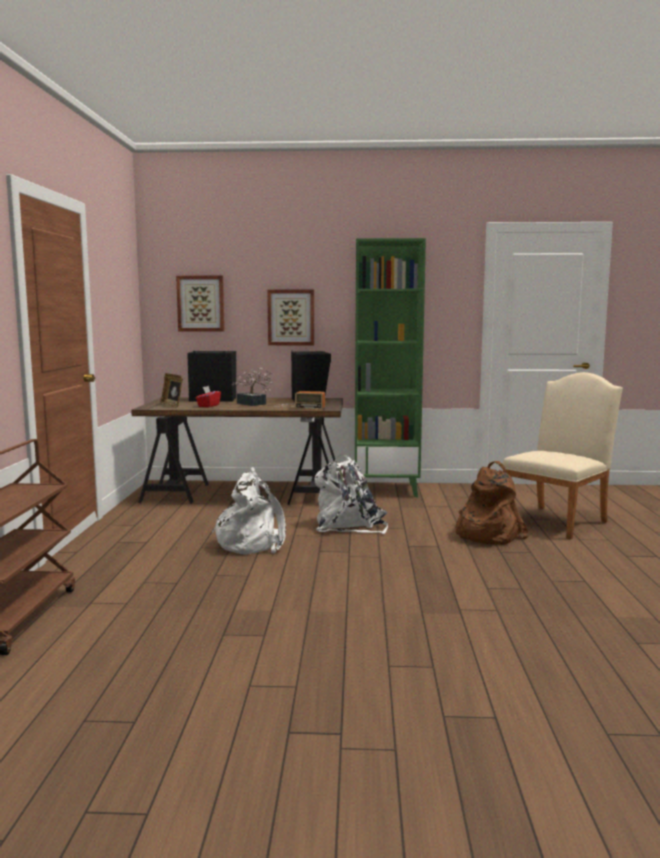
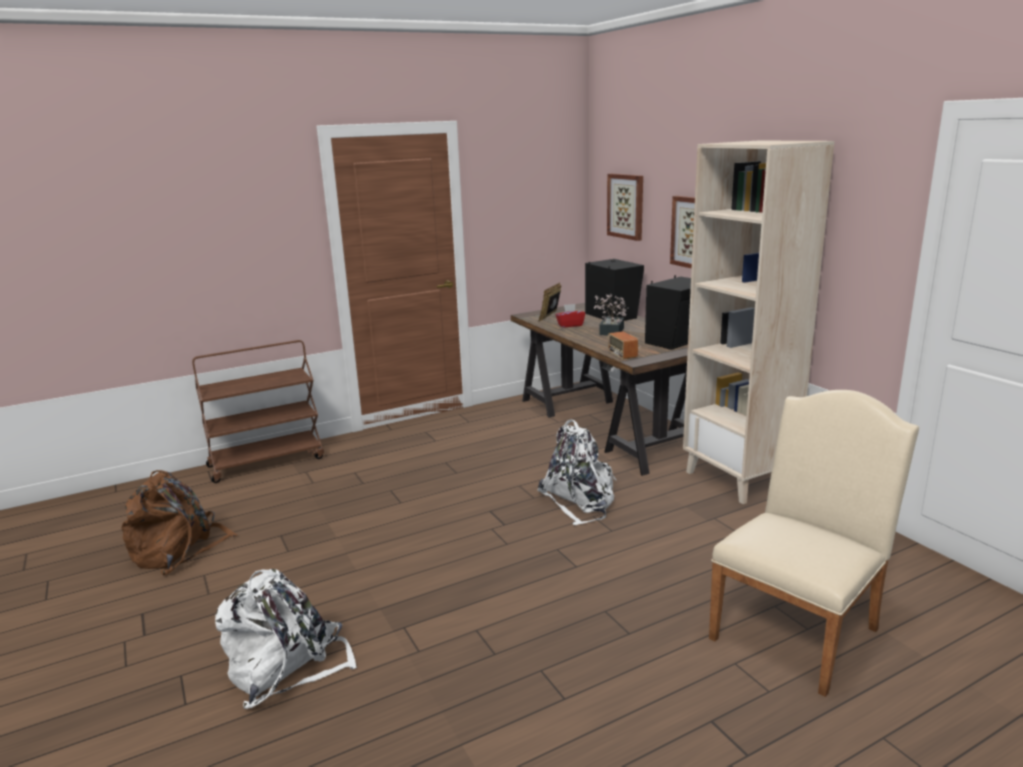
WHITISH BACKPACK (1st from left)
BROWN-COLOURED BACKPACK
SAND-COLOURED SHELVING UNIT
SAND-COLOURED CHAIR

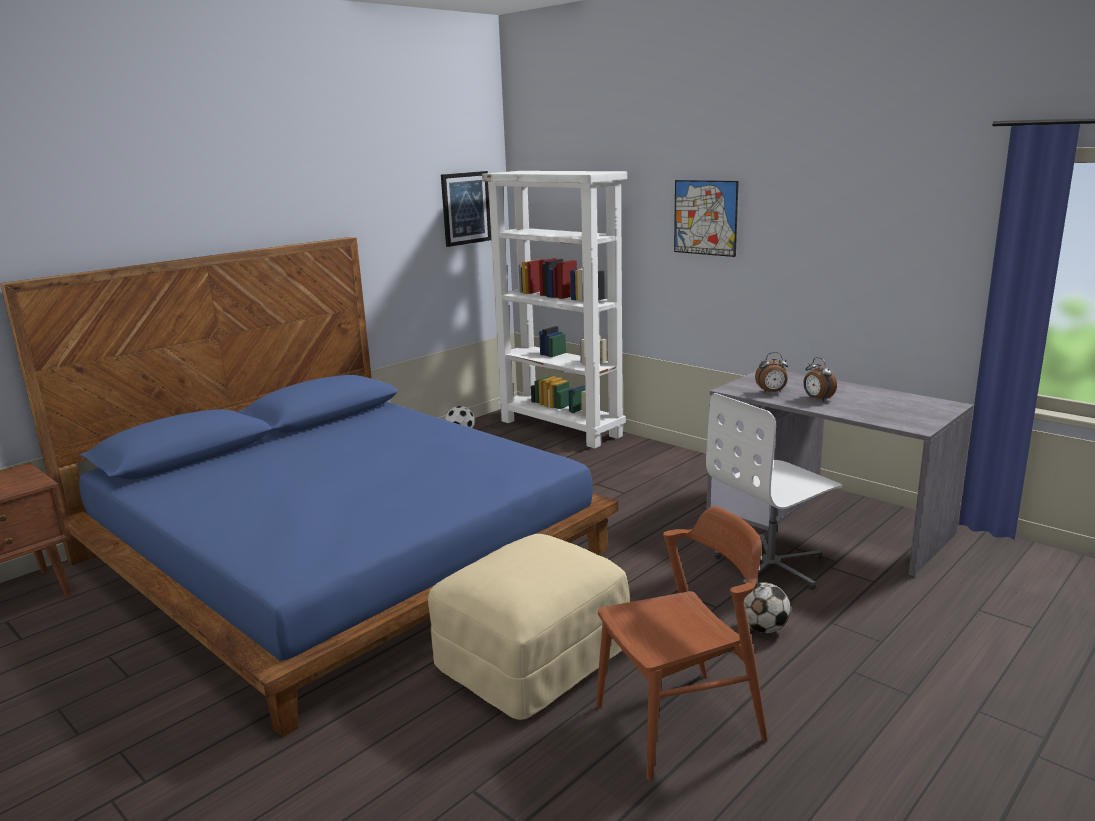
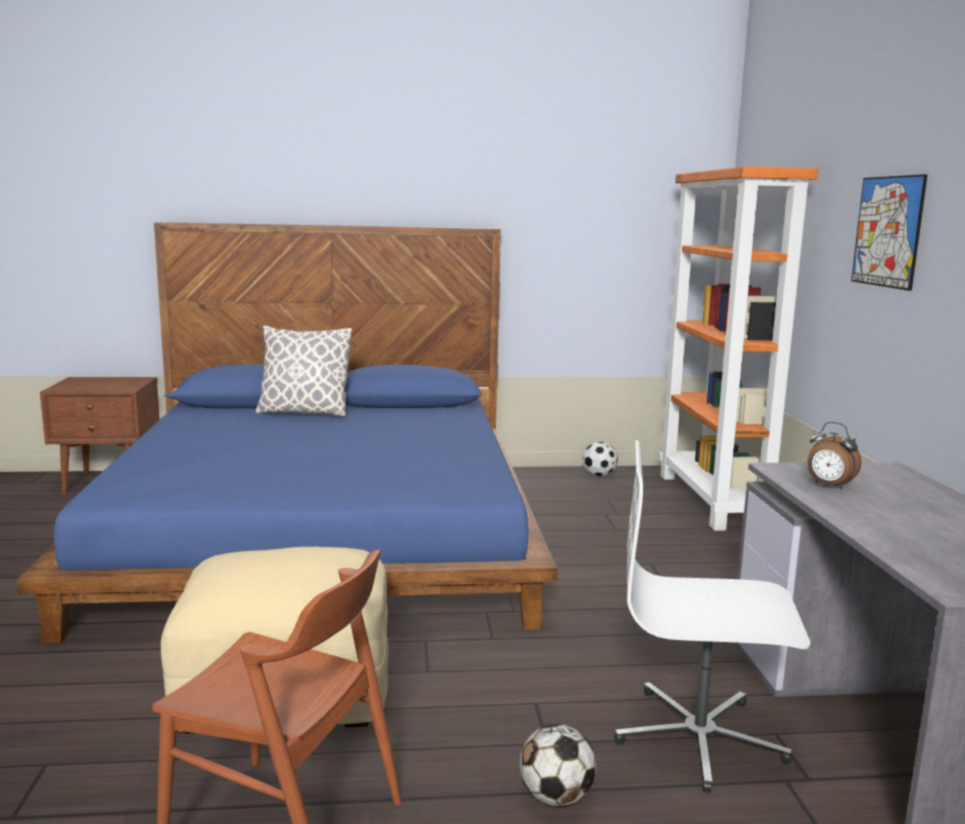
PICTURE (1st from left in the first image)
ALARM CLOCK (2nd from left in the first image)
CUSHION
ORANGEY SHELVING UNIT

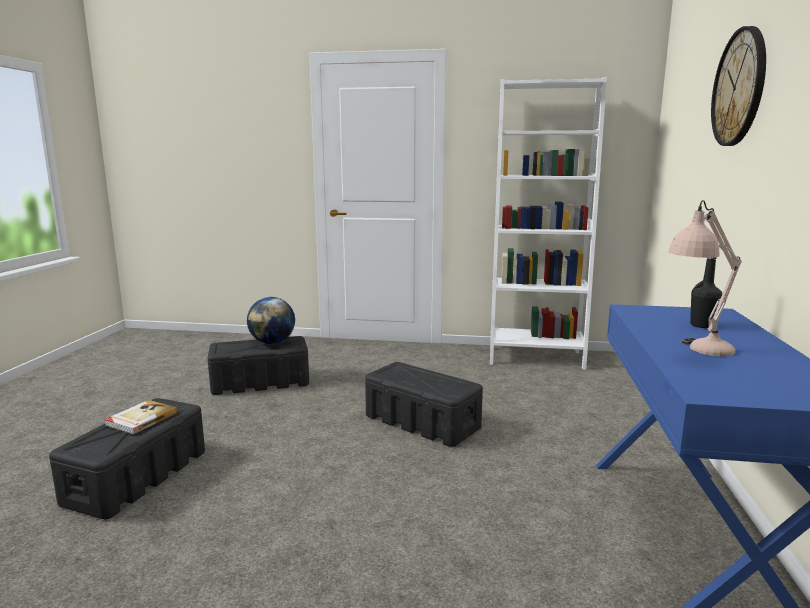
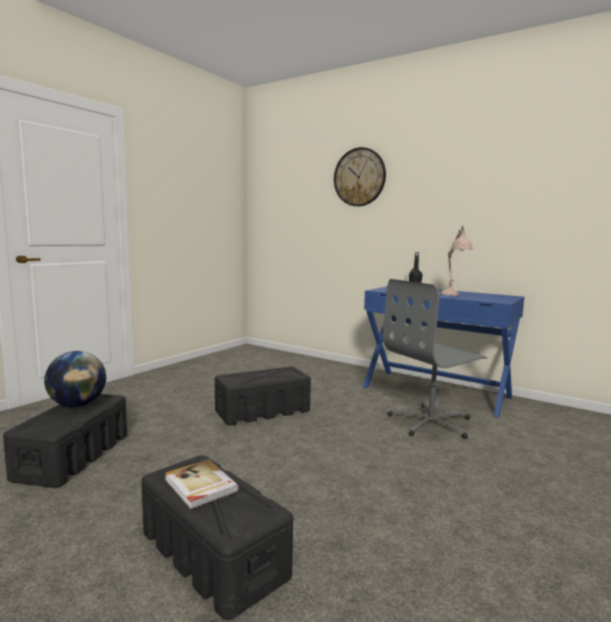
WHITISH SHELVING UNIT
GREYISH COMPUTER CHAIR

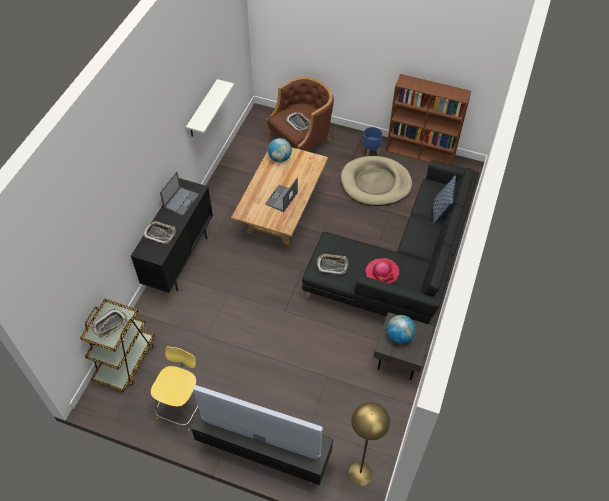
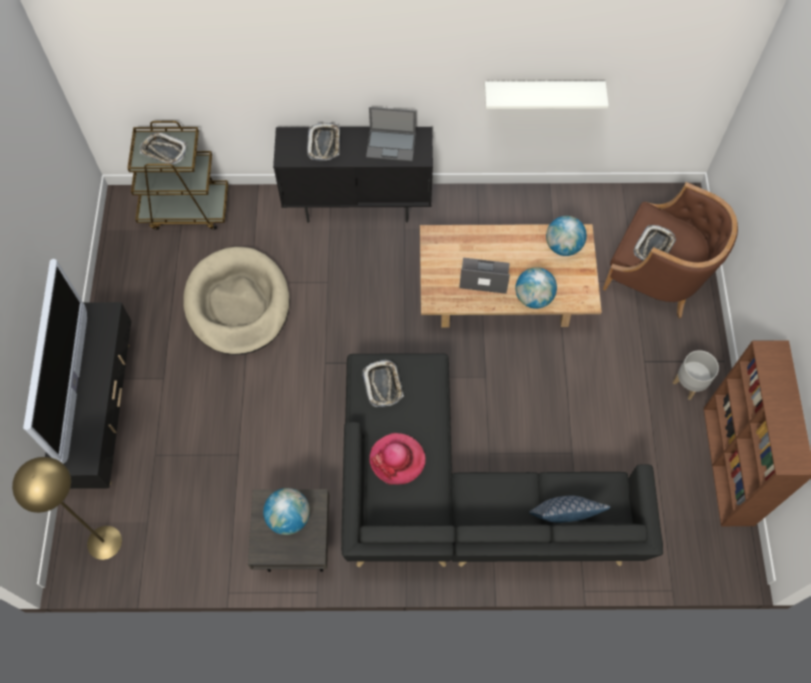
YELLOWISH STOOL
WORLD GLOBE (2nd from left)
SAND-COLOURED DOG CUSHION
GREYISH PLANTER

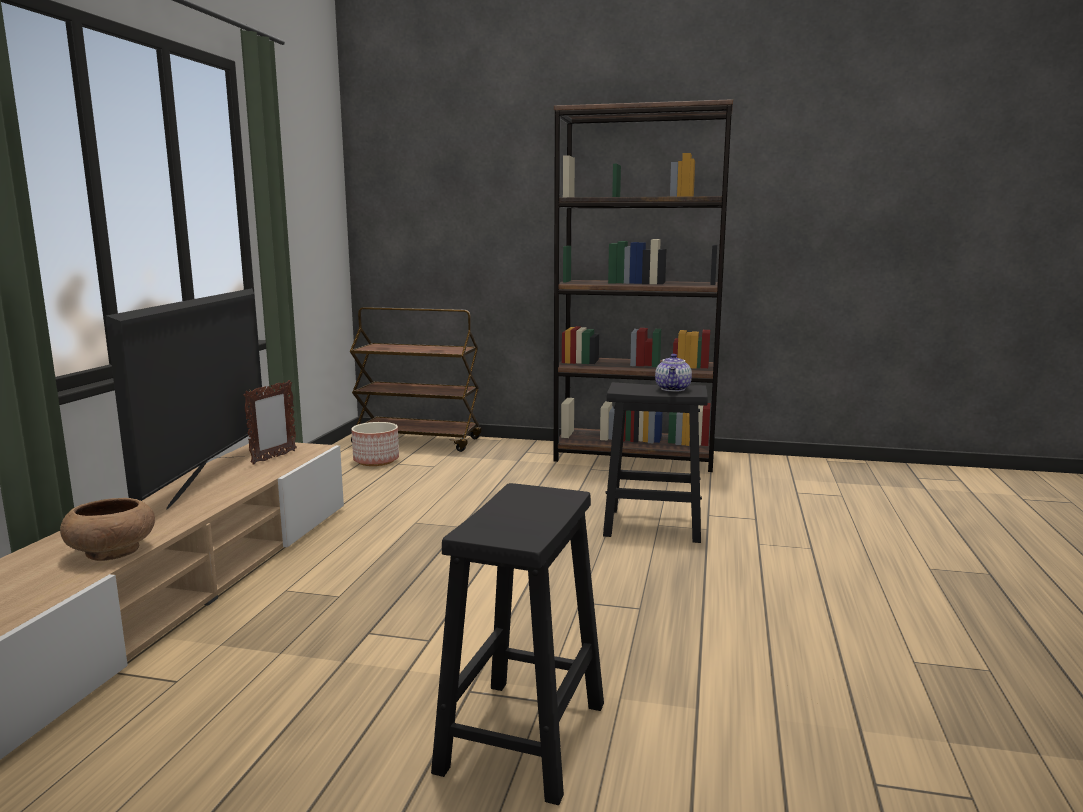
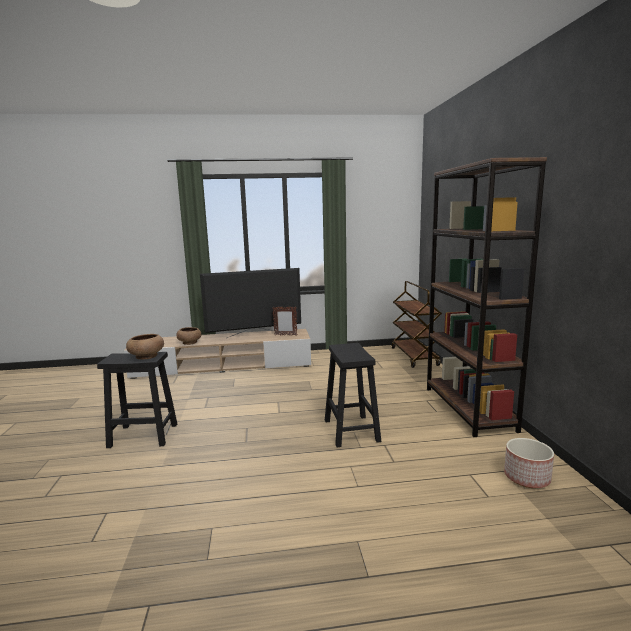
POT FOR TEA
BROWN-COLOURED BOWL (1st from left)
PLANTER

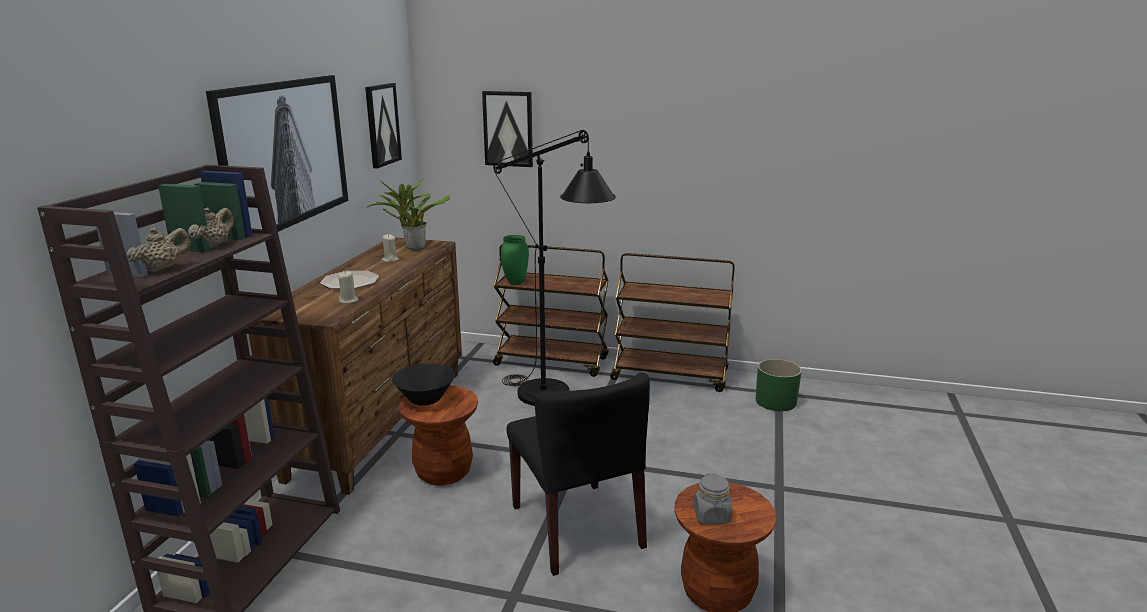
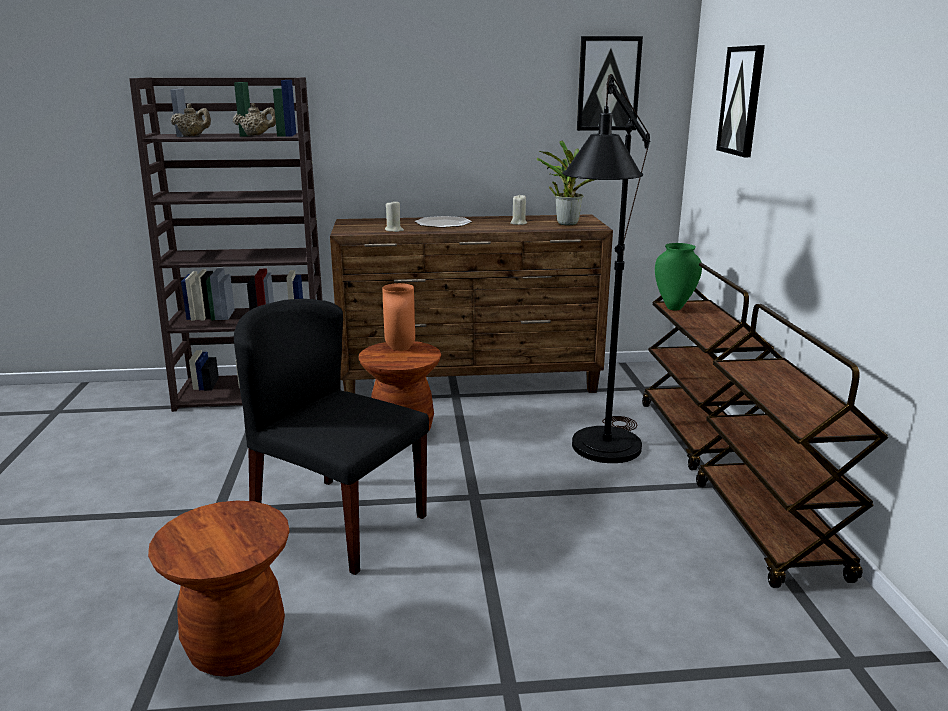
PICTURE (1st from left in the first image)
GREYISH PRESERVE JAR
GREEN PLANTER
ORANGEY DECORATIVE VASE
BLACK-COLOURED CHAIR

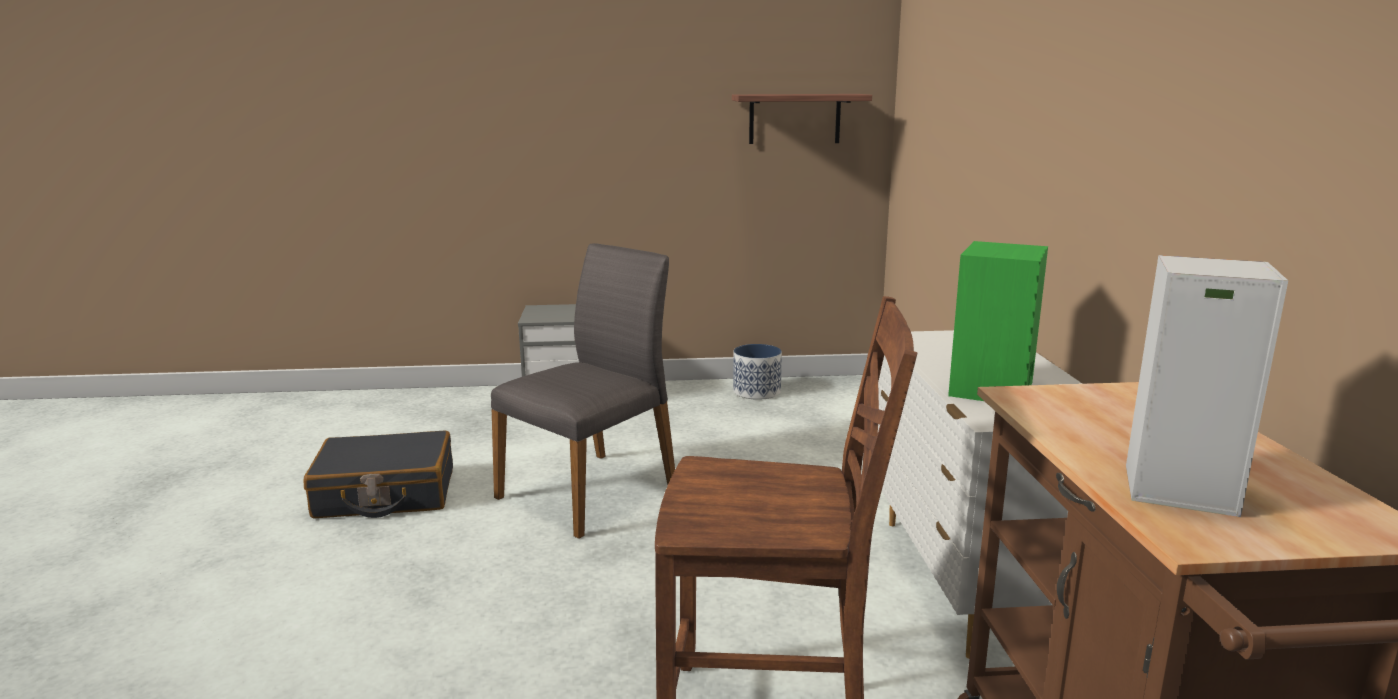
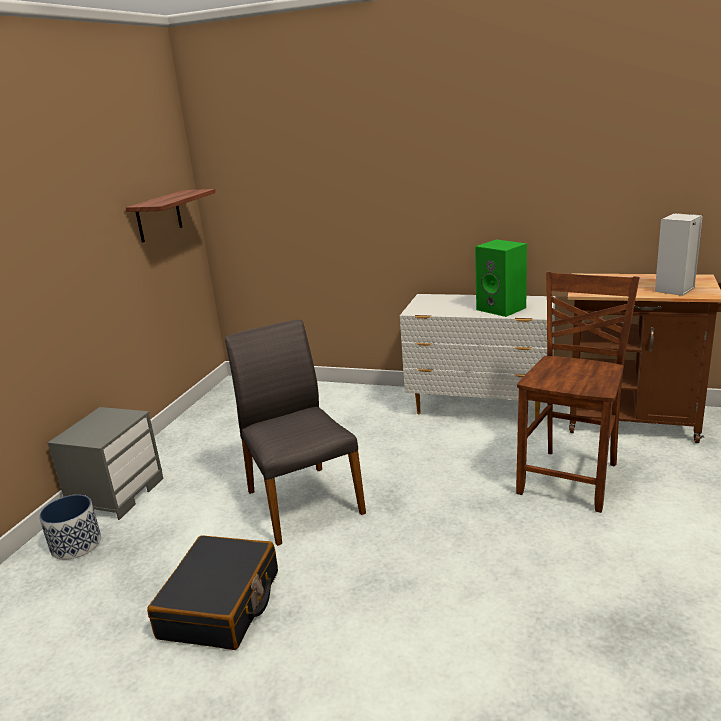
PLANTER

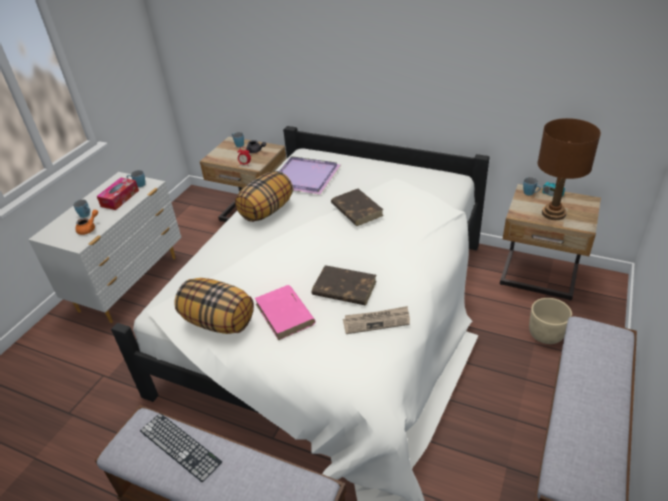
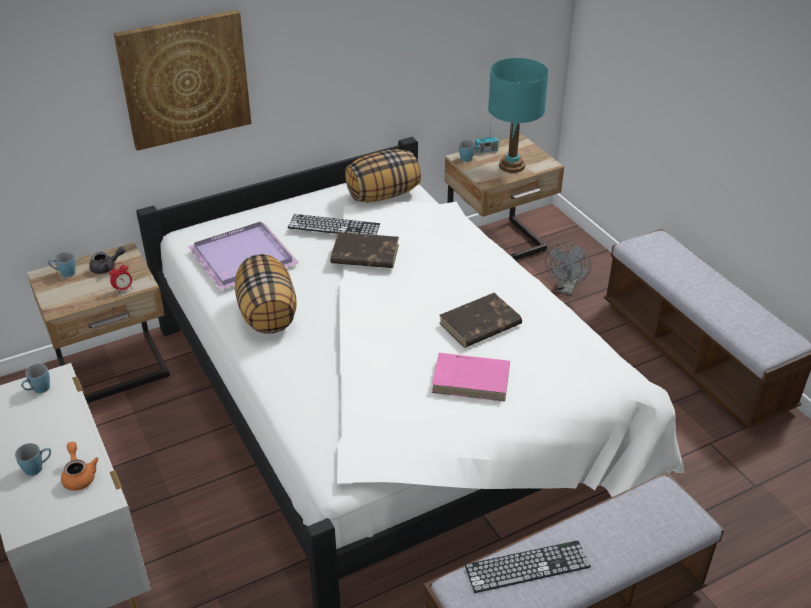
TISSUE HOLDER
PRINTED PAPER
PICTURE
KEYBOARD (1st from left)
CUSHION (2nd from left)
GREYISH FAN
BLUE-GREEN TABLETOP LAMP

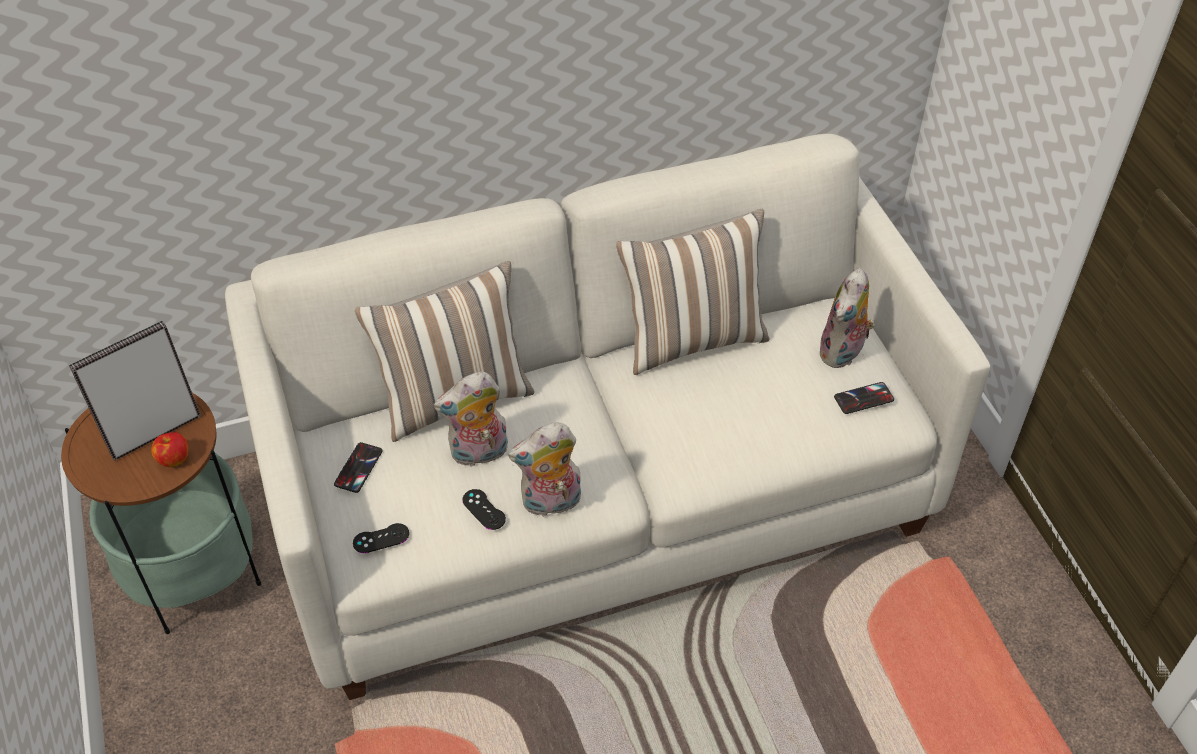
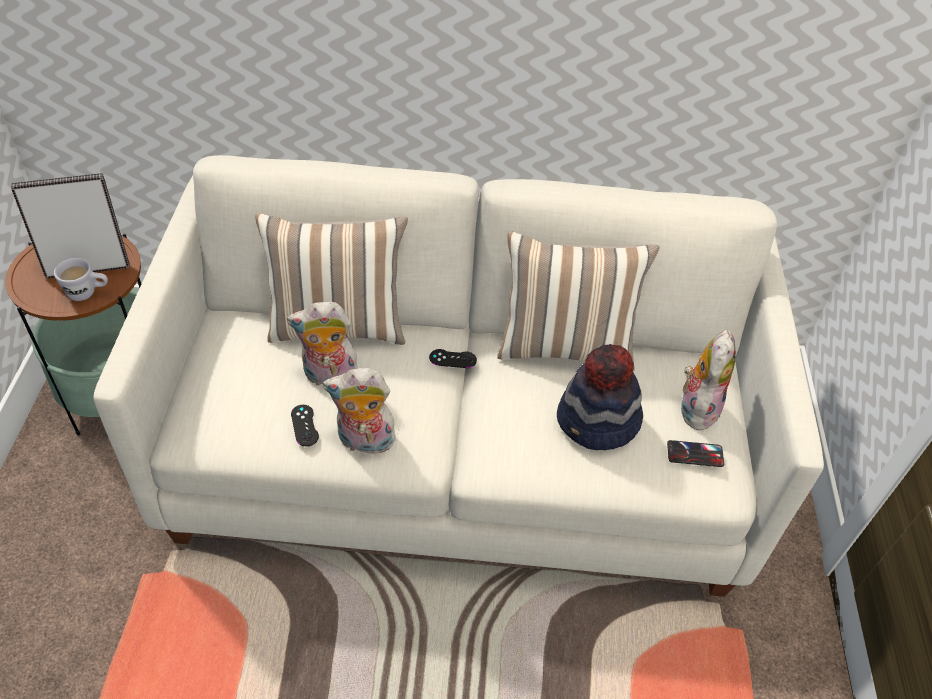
PHONE (1st from left in the first image)
CLOTHING HAT
BLACK-COLOURED JOYPAD (2nd from left)
WHITISH TEA MUG
PLUSH TOY (3rd from left)

